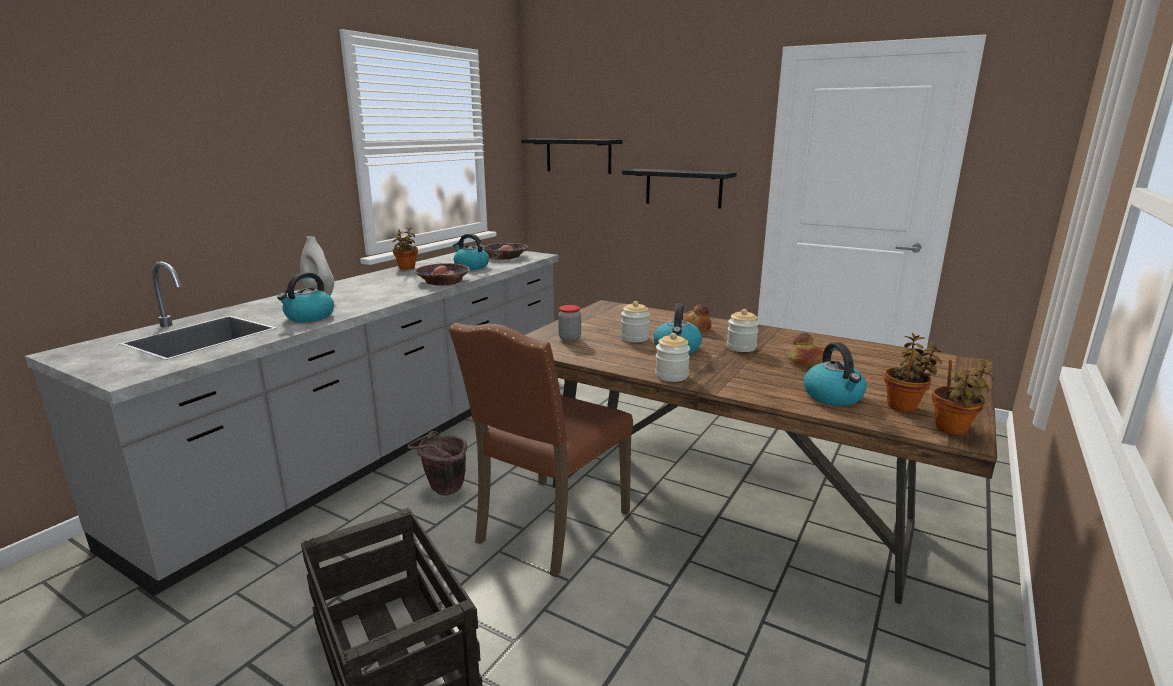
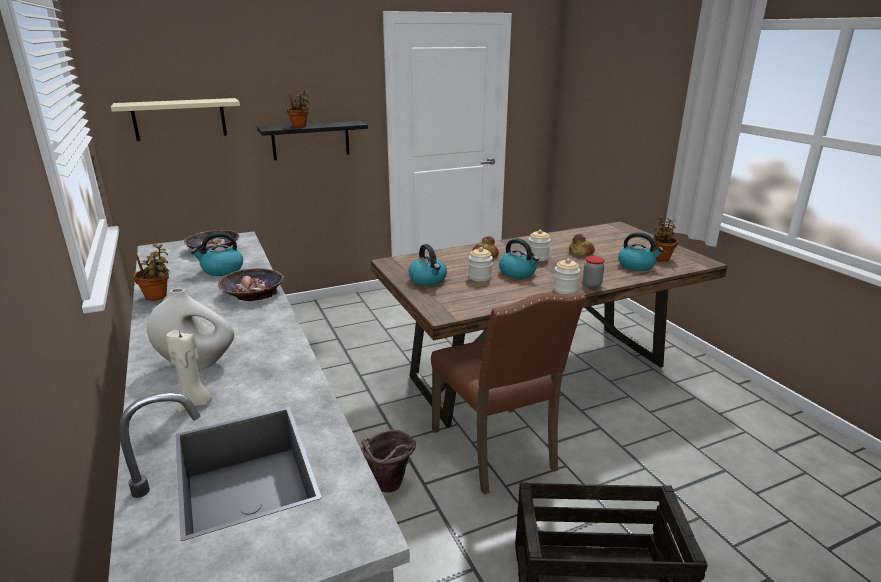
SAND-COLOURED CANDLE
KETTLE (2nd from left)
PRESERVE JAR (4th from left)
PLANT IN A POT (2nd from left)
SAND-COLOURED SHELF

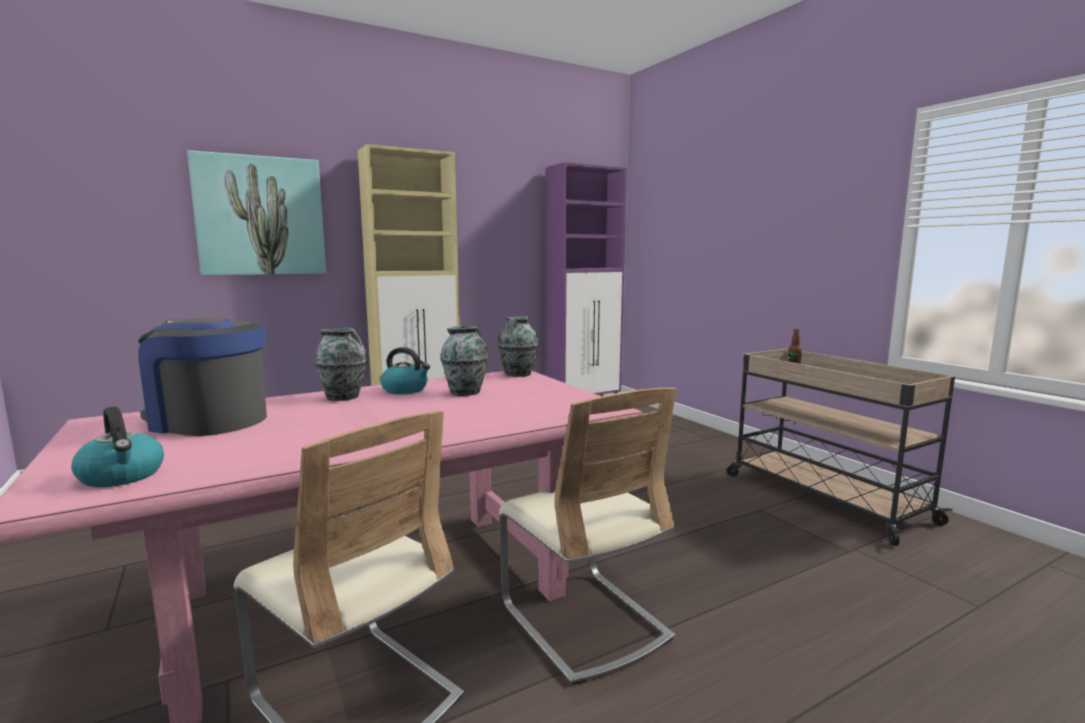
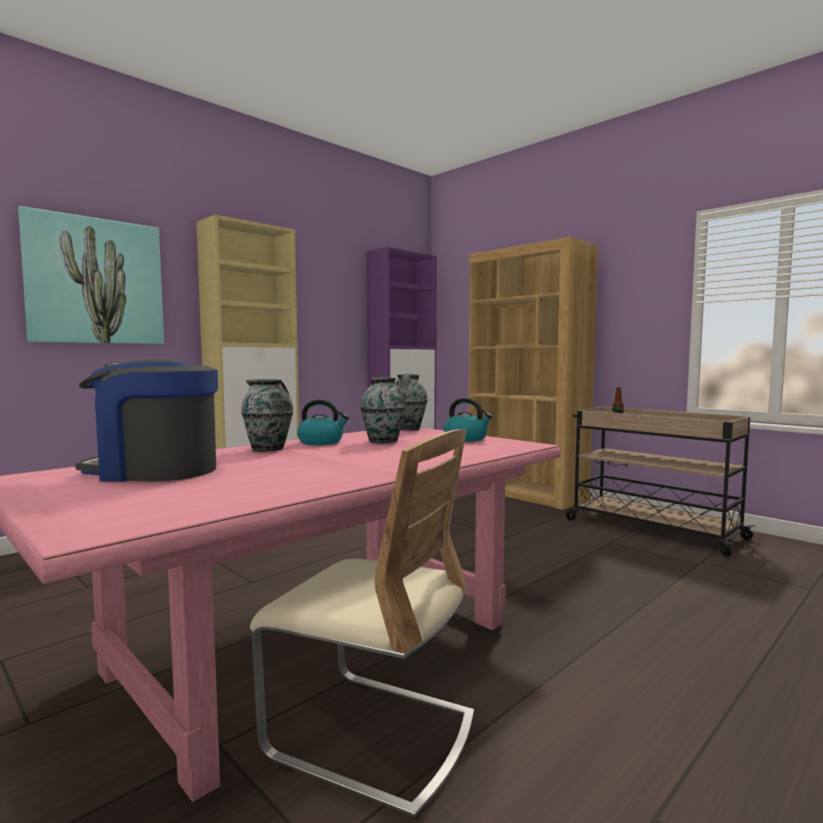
SAND-COLOURED CHAIR (2nd from left in the first image)
BROWN-COLOURED SHELVING UNIT
KETTLE (2nd from left)

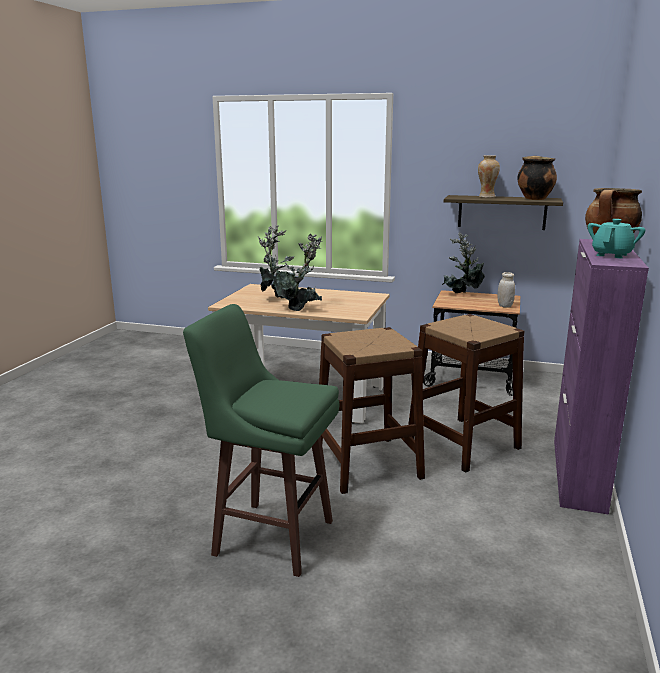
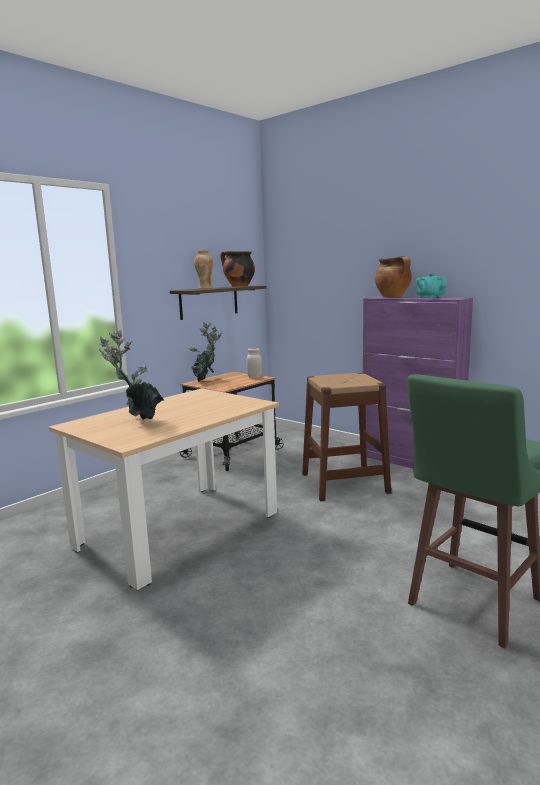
PLANT IN A POT (2nd from left in the first image)
BROWN-COLOURED STOOL (1st from left in the first image)

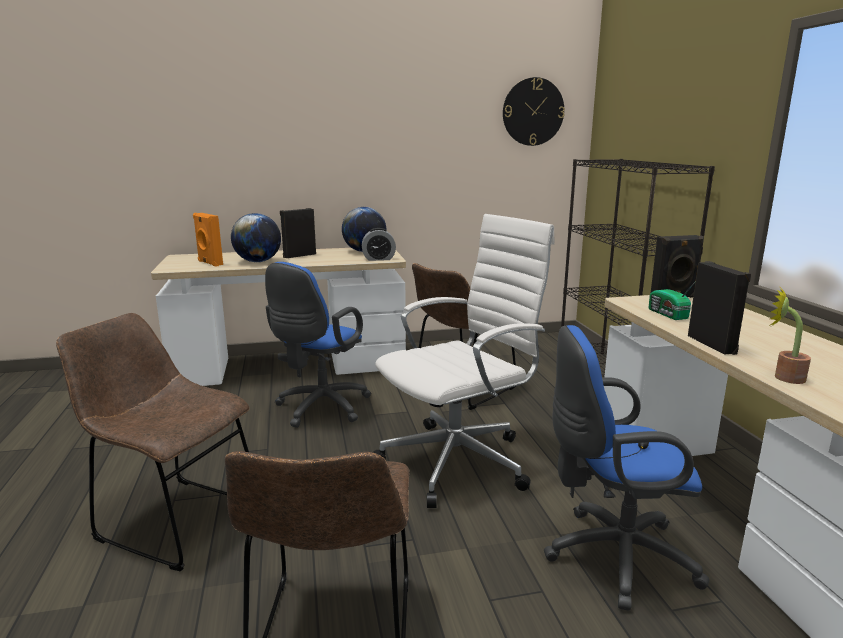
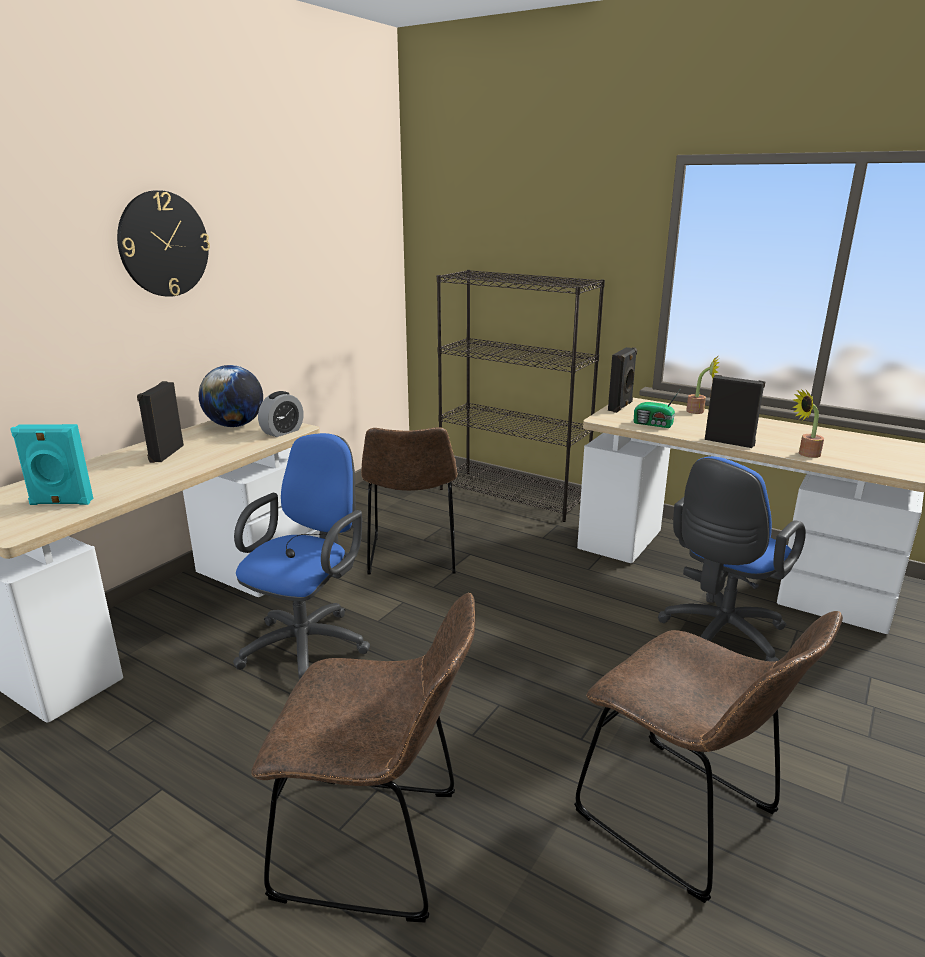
WORLD GLOBE (1st from left in the first image)
WHITISH COMPUTER CHAIR
PLANT IN A POT (1st from left)
HANGING CLOCK
BLUE-GREEN LOUDSPEAKER
BROWN-COLOURED CHAIR (1st from left)
BLUE-COLOURED COMPUTER CHAIR (1st from left)

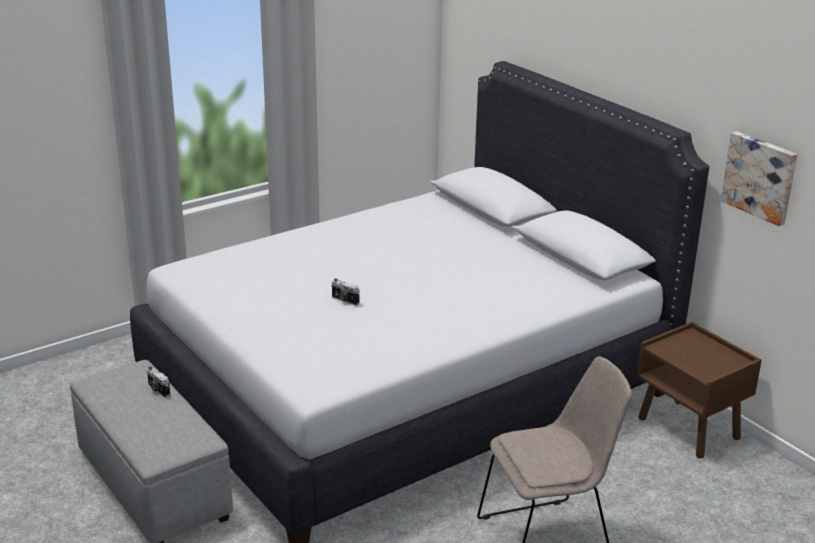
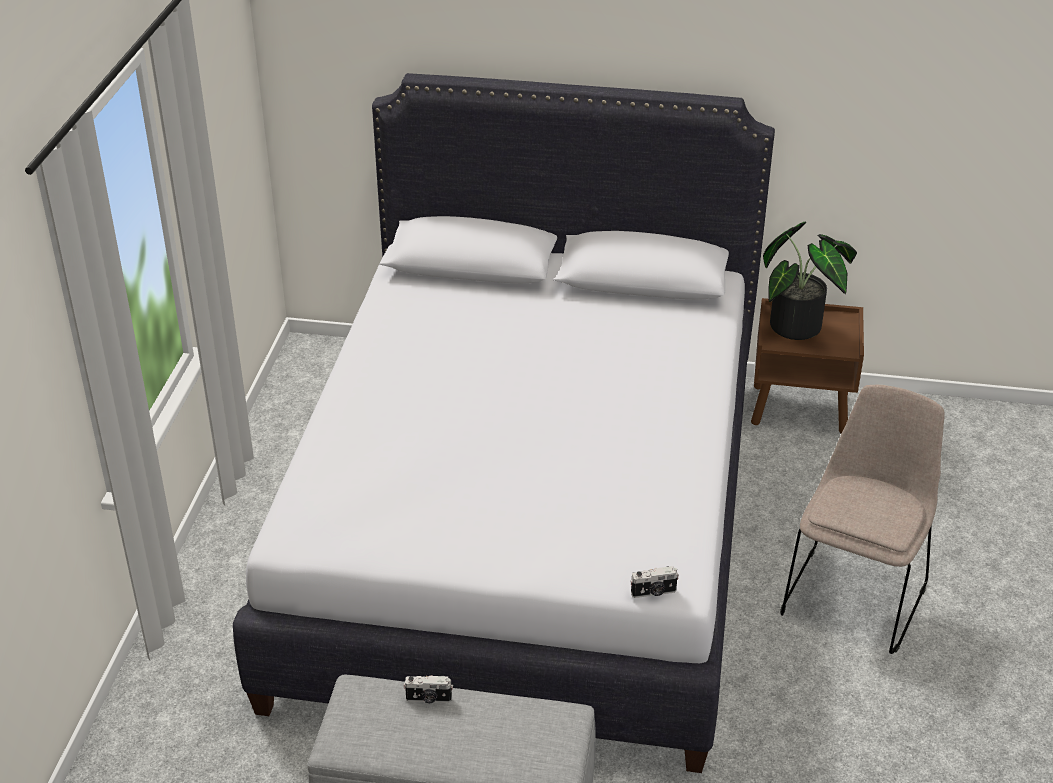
PICTURE
PLANT IN A POT
STILL CAMERA (2nd from left)

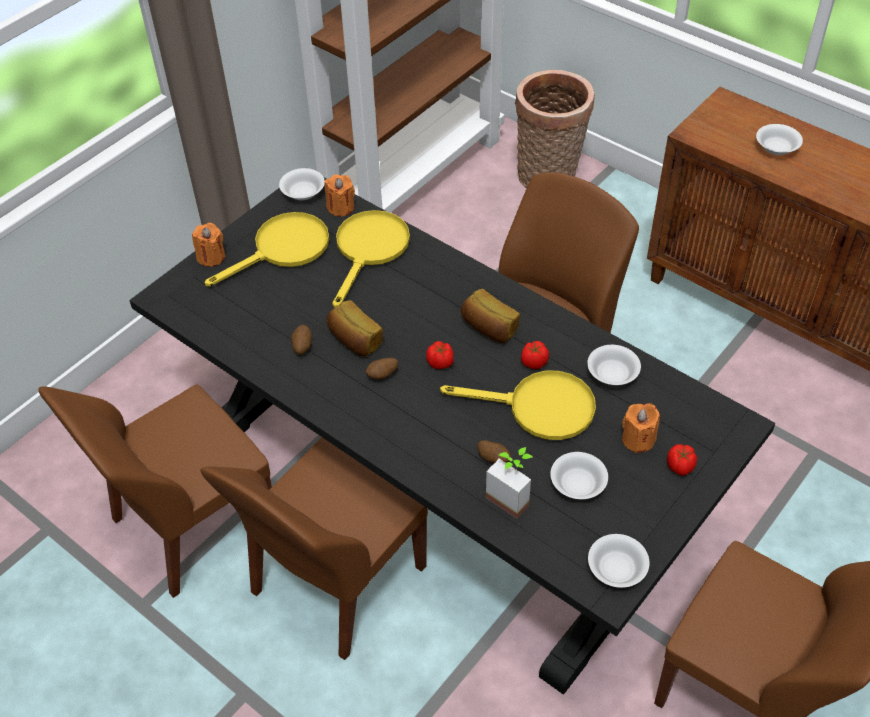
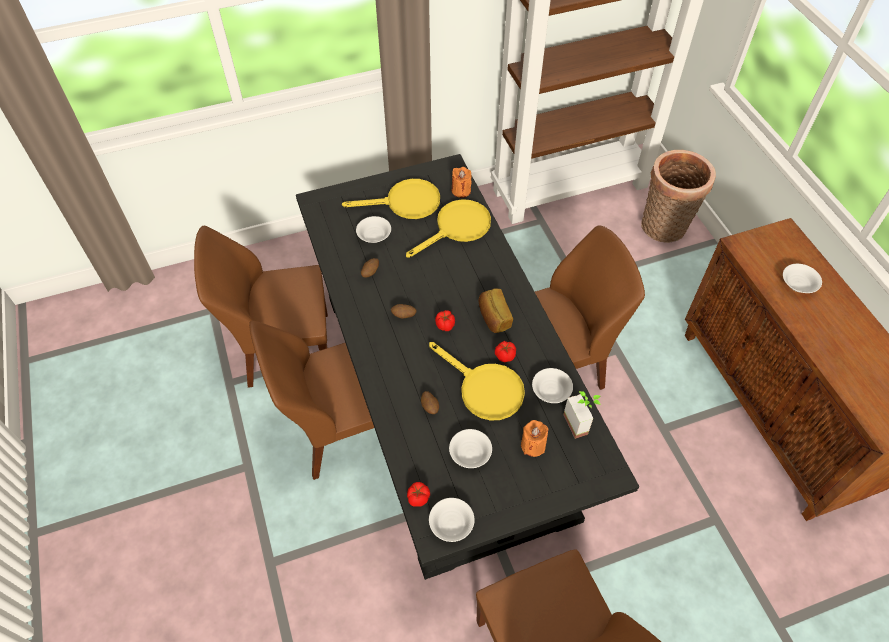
ORANGEY CANDLE (1st from left in the first image)
BAKERY BREAD (1st from left in the first image)
WHITISH BOWL (1st from left)
PLANT IN A POT
WHOLE TOMATO (1st from left)

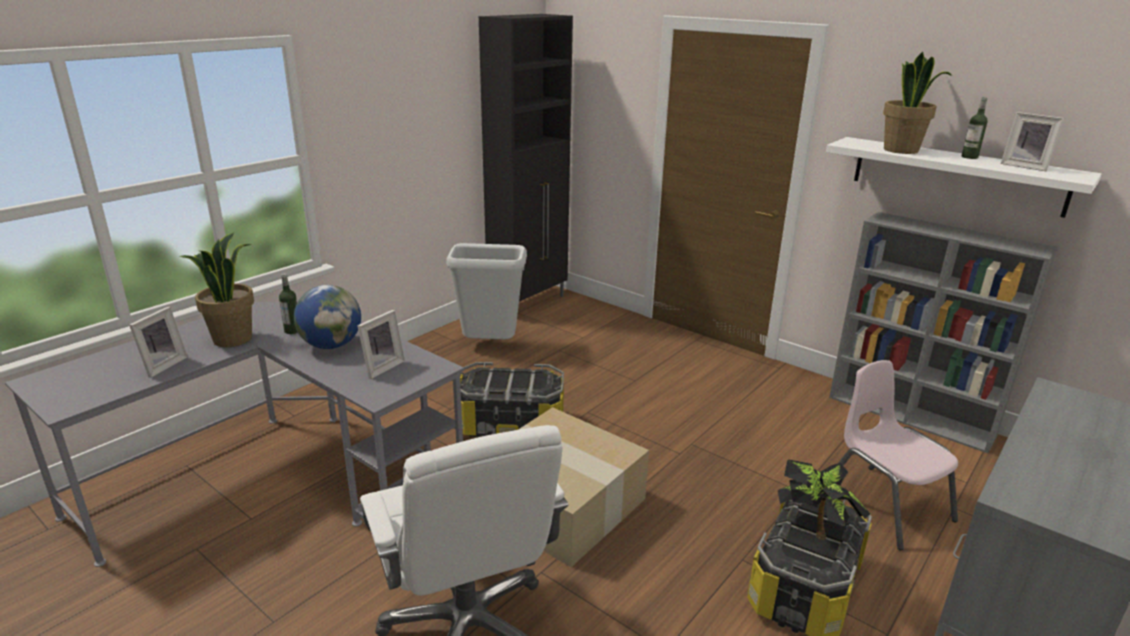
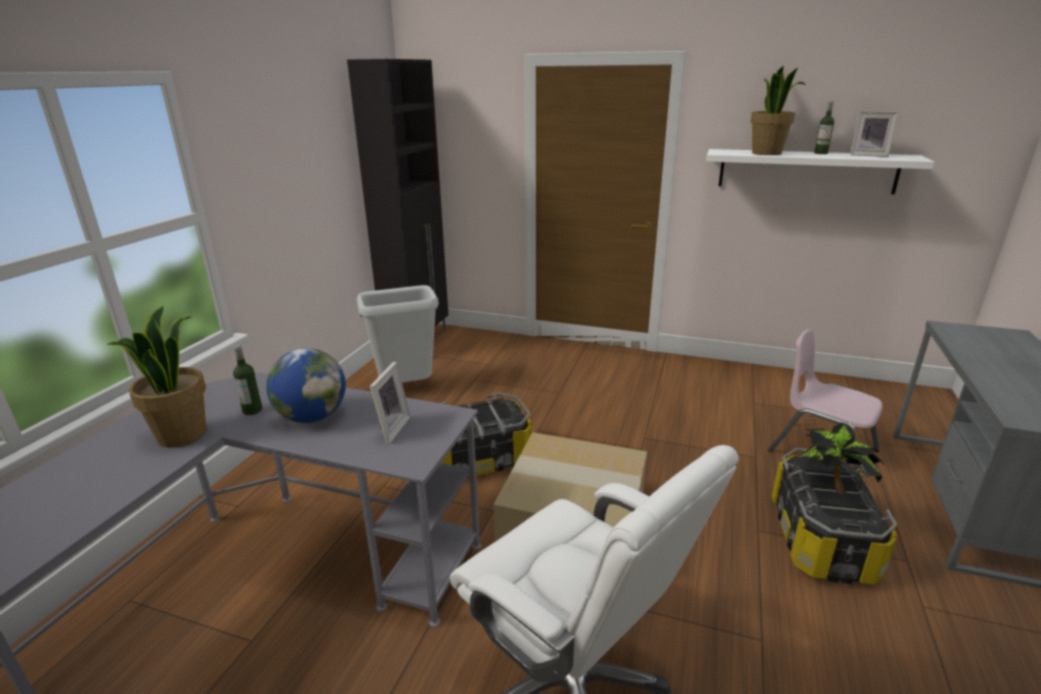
PICTURE FRAME (1st from left in the first image)
GREYISH SHELVING UNIT

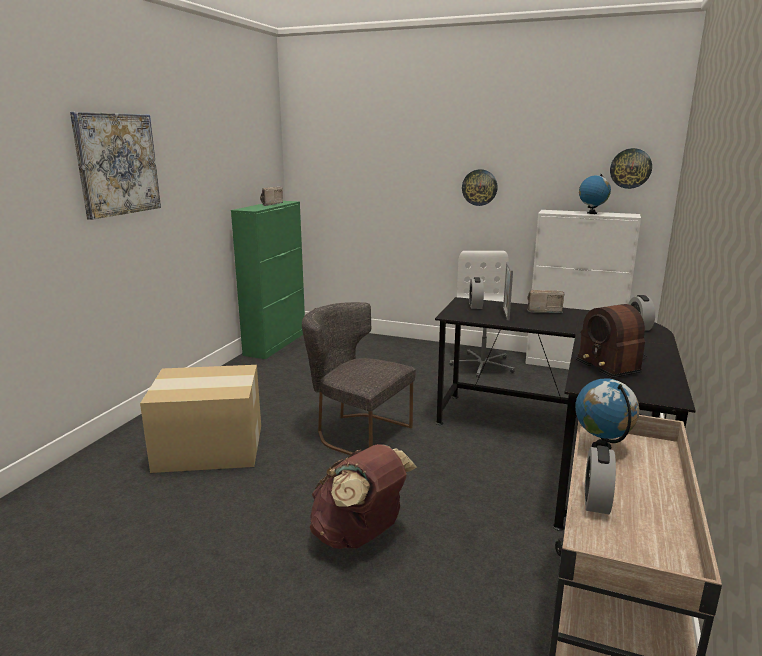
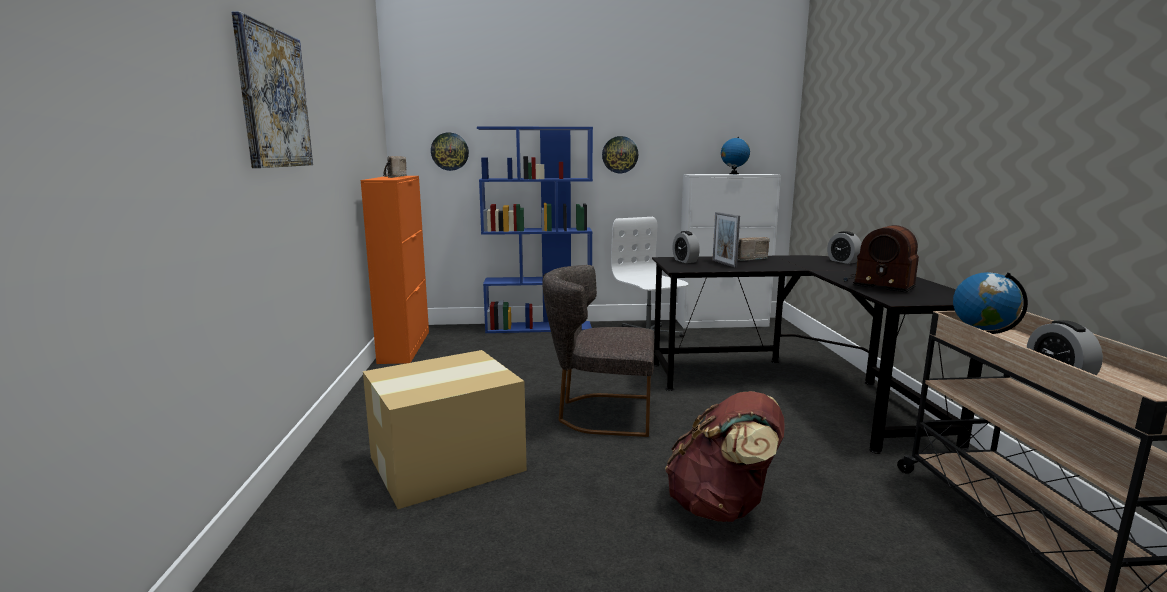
BLUE-COLOURED SHELVING UNIT
HANGING CLOCK (1st from left)
ORANGEY CABINET

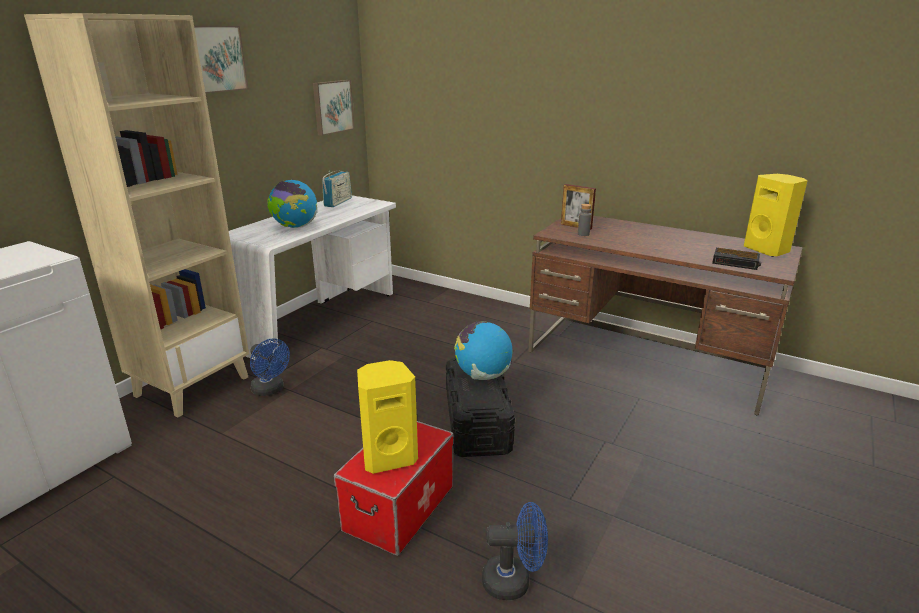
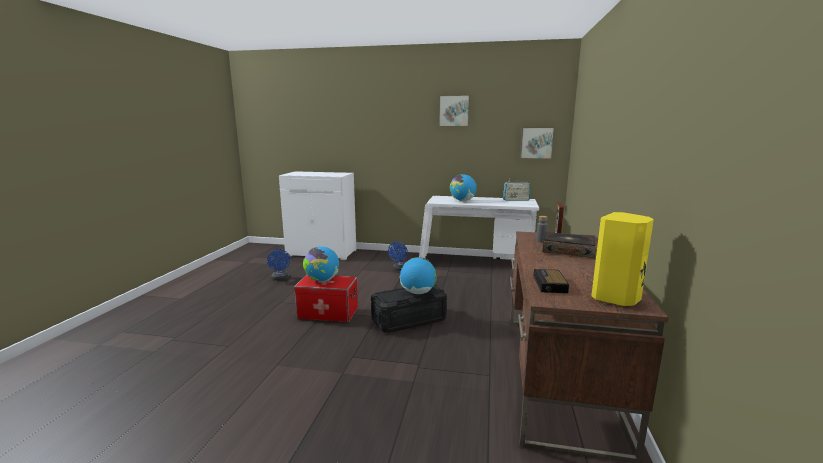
SAND-COLOURED SHELVING UNIT
BOUND BOOK
BLUE-COLOURED FAN (1st from left)
WORLD GLOBE (1st from left)

